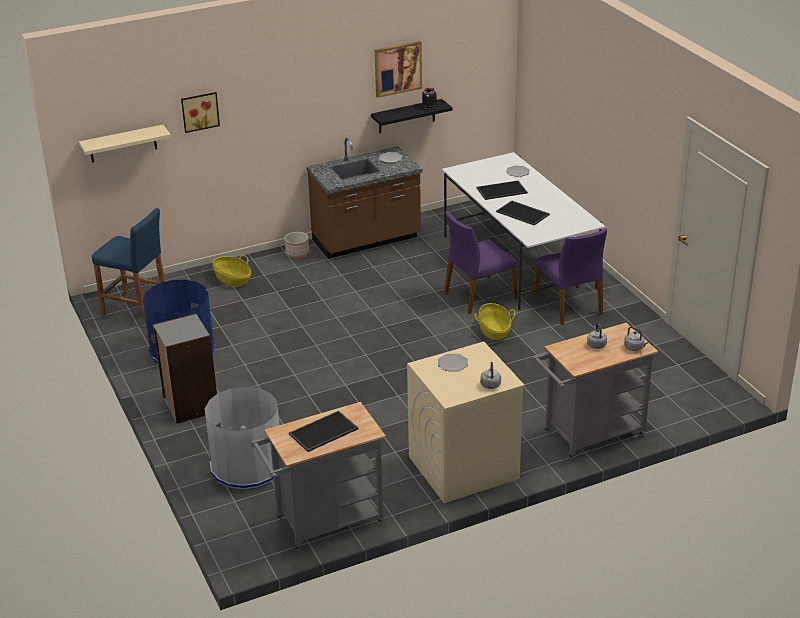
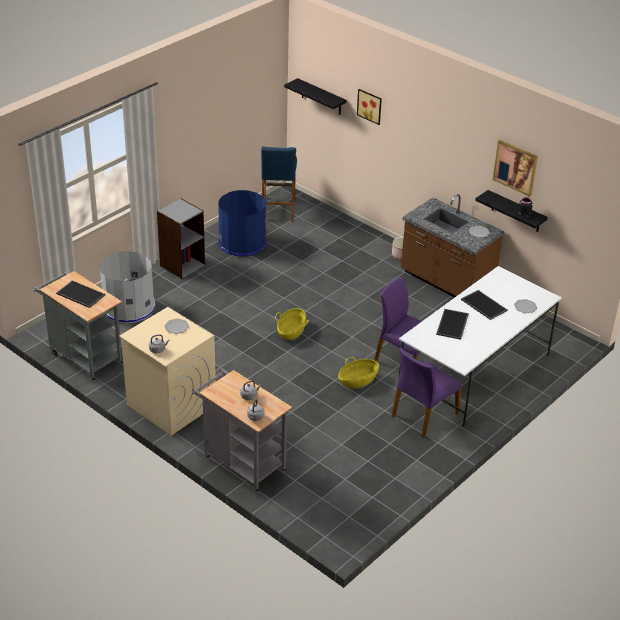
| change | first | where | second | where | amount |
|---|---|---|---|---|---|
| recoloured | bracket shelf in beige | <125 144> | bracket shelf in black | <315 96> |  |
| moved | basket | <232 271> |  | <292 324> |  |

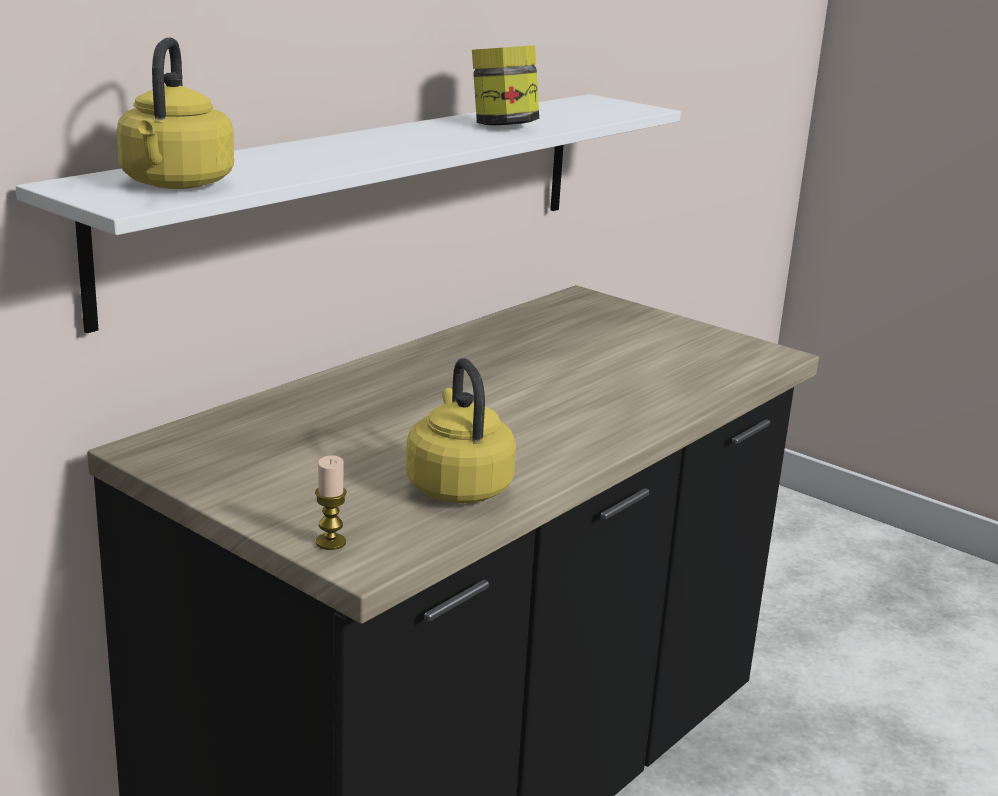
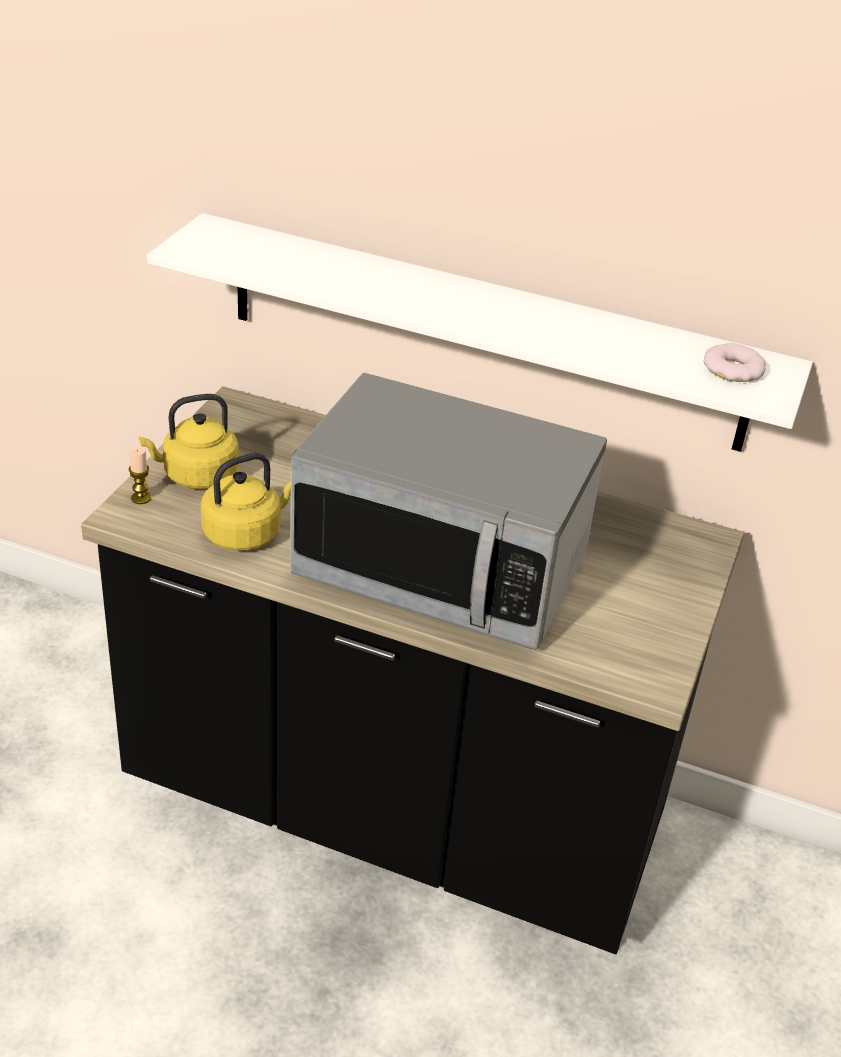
| change | first | where | second | where | amount |
|---|---|---|---|---|---|
| moved | tea kettle in yellowish | <175 113> |  | <189 441> |  |
| removed | jar | <505 85> |  |  |  |
| added |  |  | doughnut | <735 362> |  |
| added |  |  | kitchen microwave | <448 511> |  |

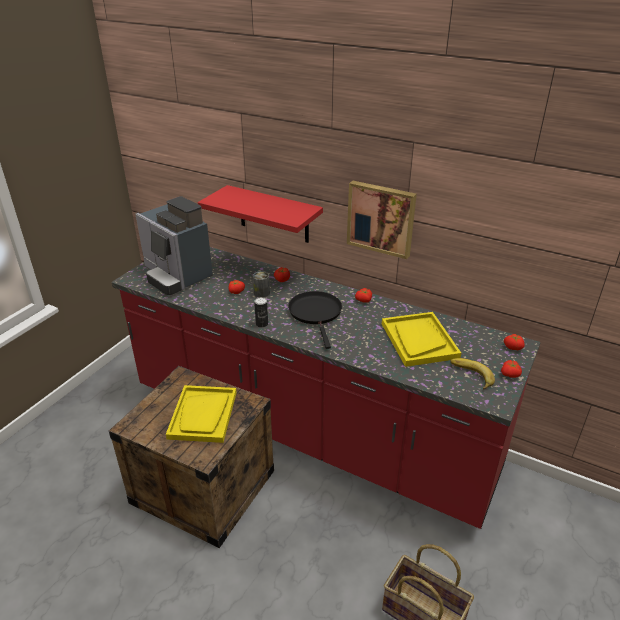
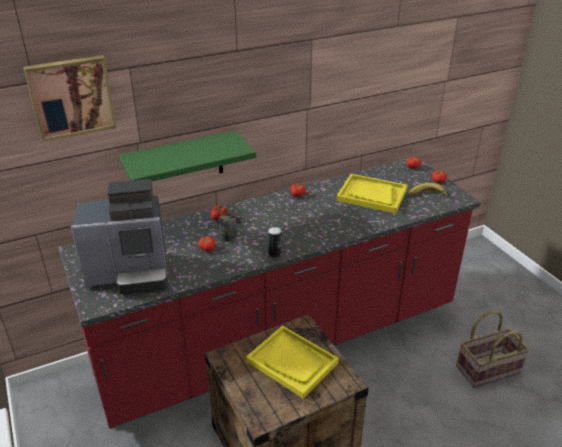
| change | first | where | second | where | amount |
|---|---|---|---|---|---|
| moved | wall picture | <382 220> |  | <70 98> |  |
| recoloured | bracket shelf in red | <260 214> | bracket shelf in greenish | <187 156> |  |
| removed | frying pan in black | <315 320> |  |  |  |

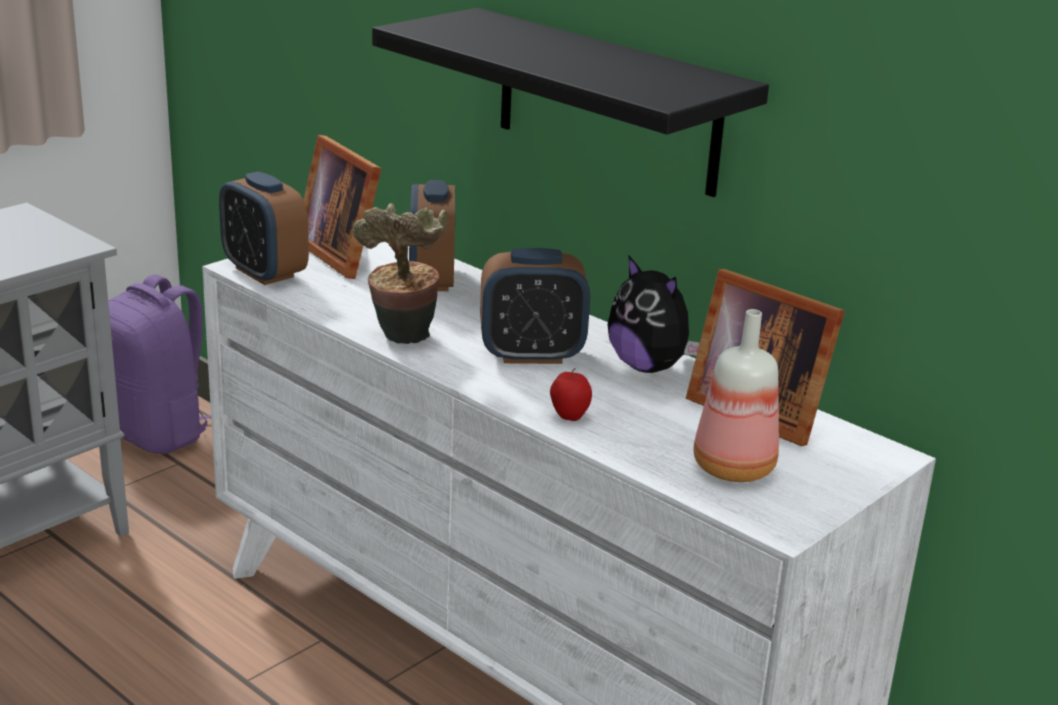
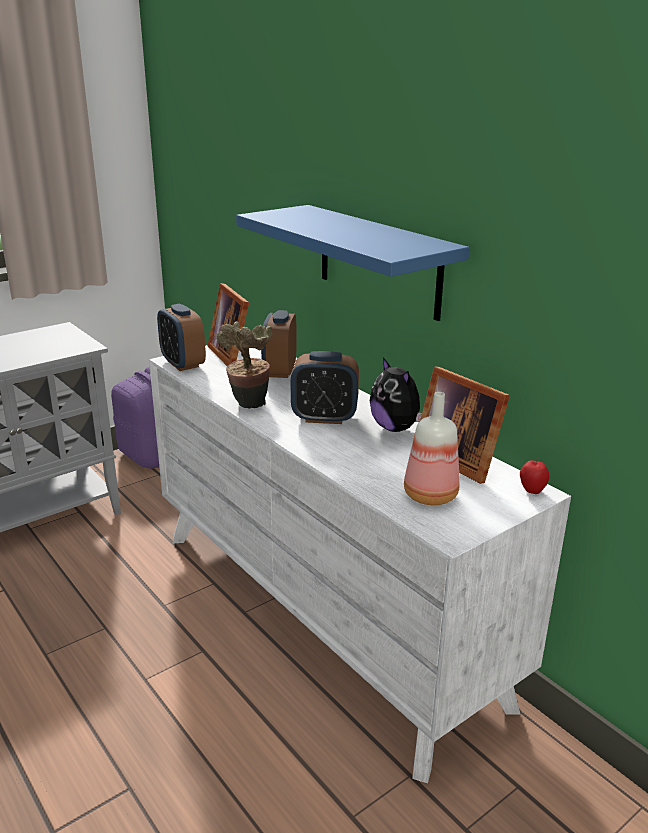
| change | first | where | second | where | amount |
|---|---|---|---|---|---|
| recoloured | bracket shelf in black | <570 102> | bracket shelf in blue-coloured | <353 263> |  |
| moved | apple | <571 394> |  | <535 476> |  |

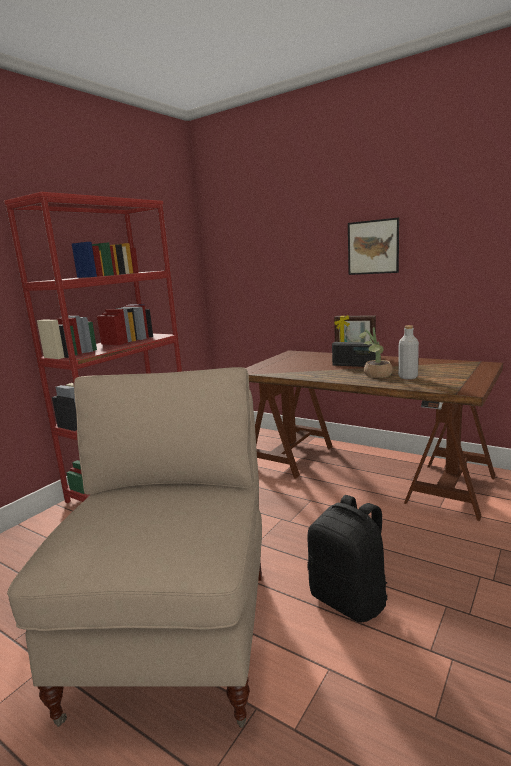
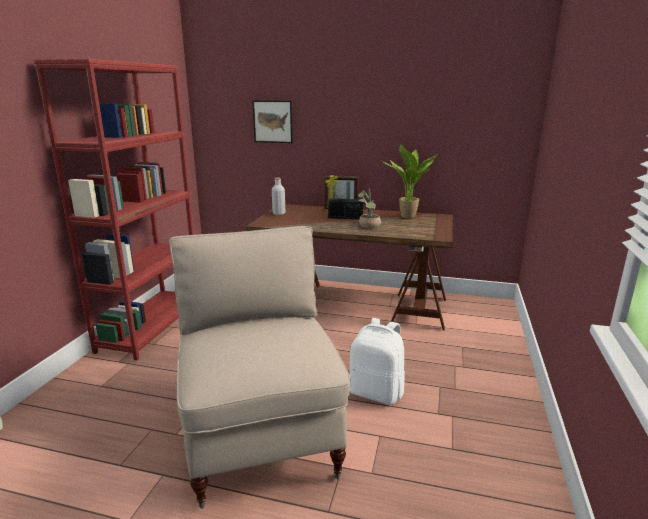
| change | first | where | second | where | amount |
|---|---|---|---|---|---|
| moved | wall picture | <373 246> |  | <272 121> |  |
| moved | drink bottle in greyish | <408 352> |  | <278 196> |  |
| recoloured | knapsack in black | <347 558> | knapsack in white | <377 361> |  |
| added |  |  | plant in a pot | <410 182> |  |

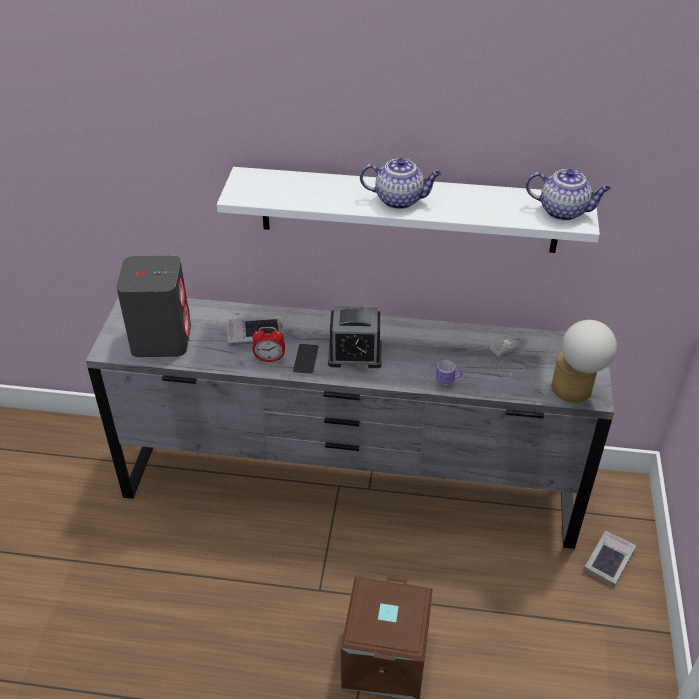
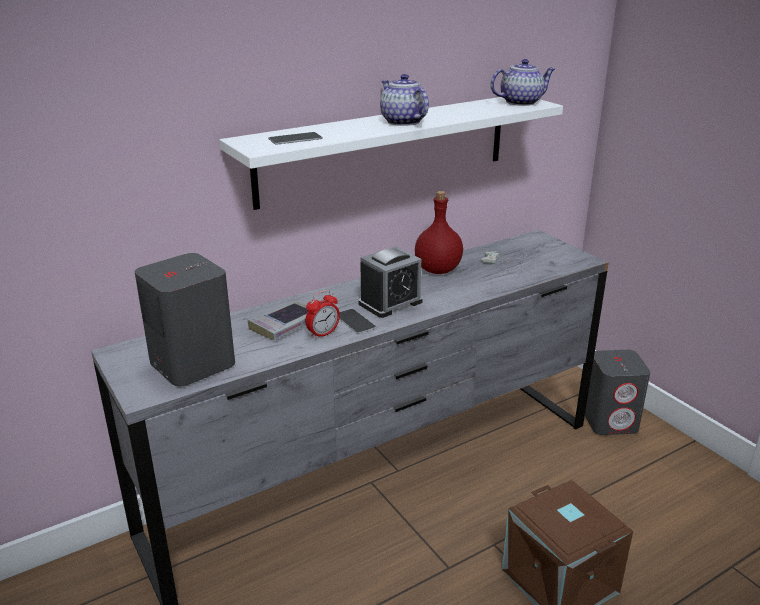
| change | first | where | second | where | amount |
|---|---|---|---|---|---|
| turned | pot for tea | <400 183> |  | <404 100> | 90 degrees counterclockwise |
| removed | tabletop lamp | <584 361> |  |  |  |
| removed | tea mug | <456 372> |  |  |  |
| replaced | bound book | <609 559> | audio speaker in greyish | <617 392> |  |
| added |  |  | telephone | <295 138> |  |
| added |  |  | drink bottle in red | <439 232> |  |

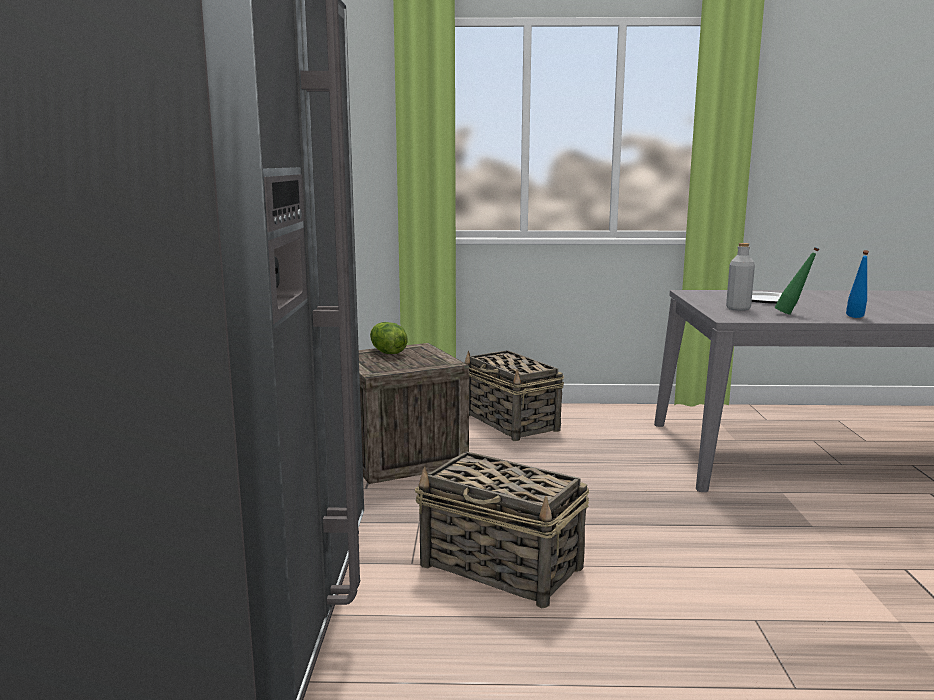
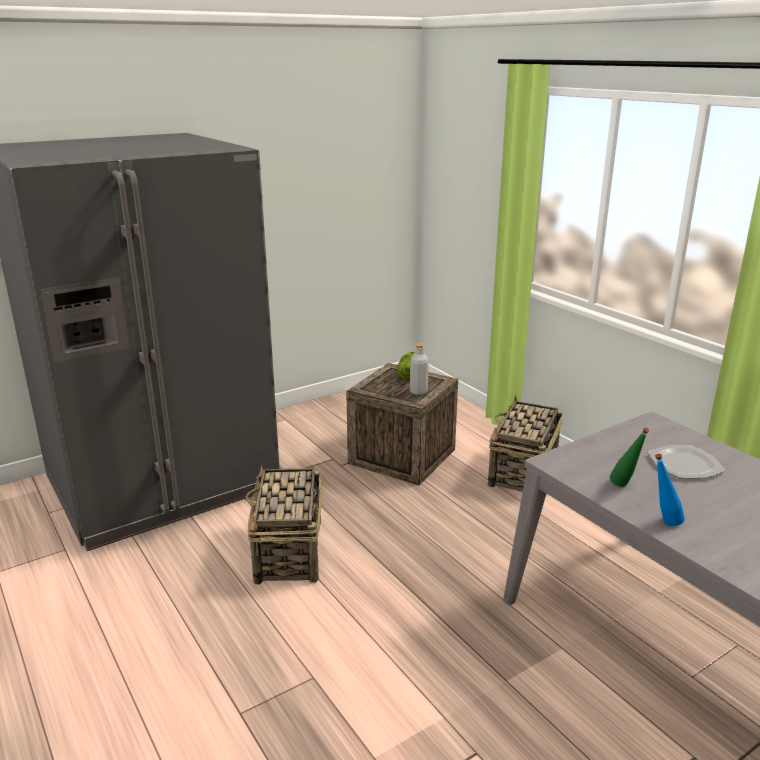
| change | first | where | second | where | amount |
|---|---|---|---|---|---|
| moved | drink bottle in greyish | <740 277> |  | <419 369> |  |

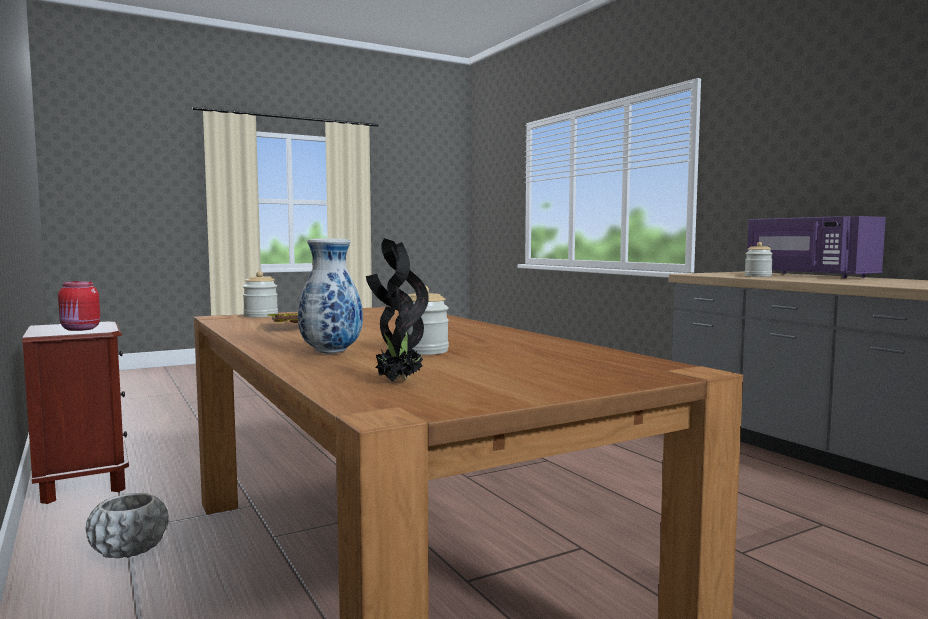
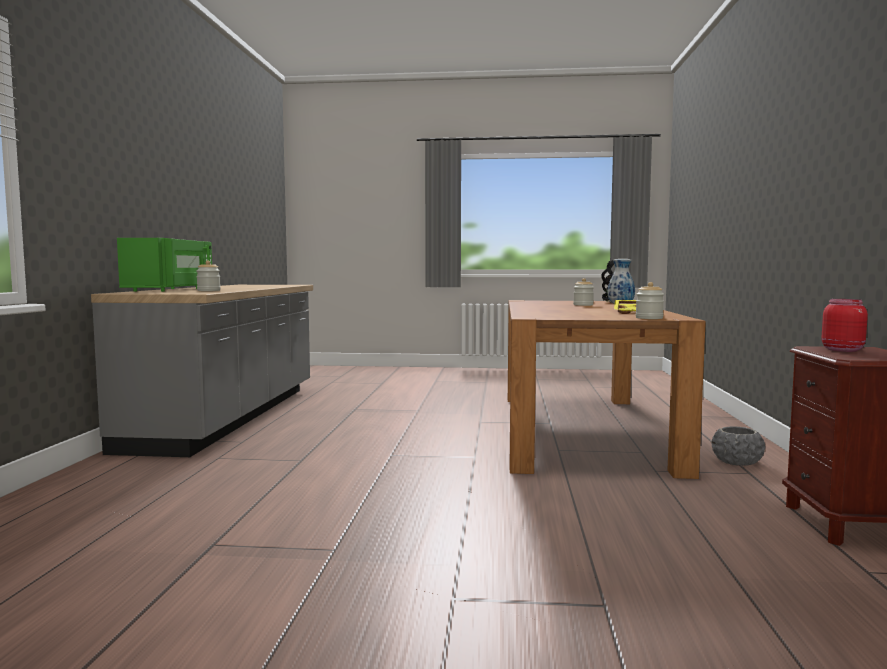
| change | first | where | second | where | amount |
|---|---|---|---|---|---|
| recoloured | kitchen microwave in purple-coloured | <816 247> | kitchen microwave in greenish | <164 265> |  |

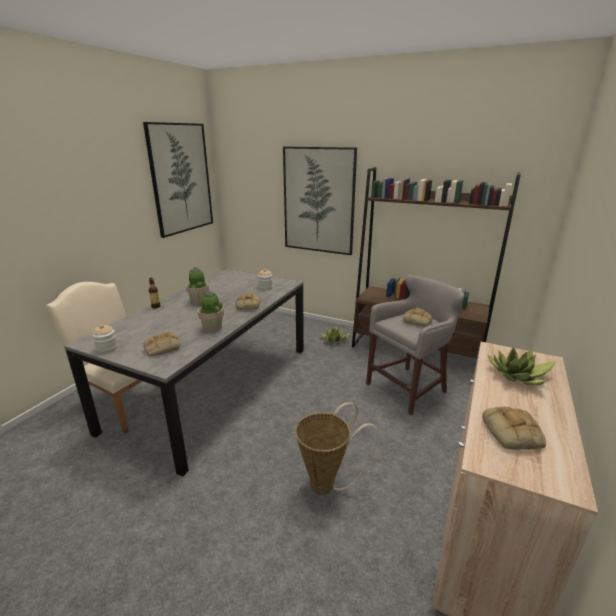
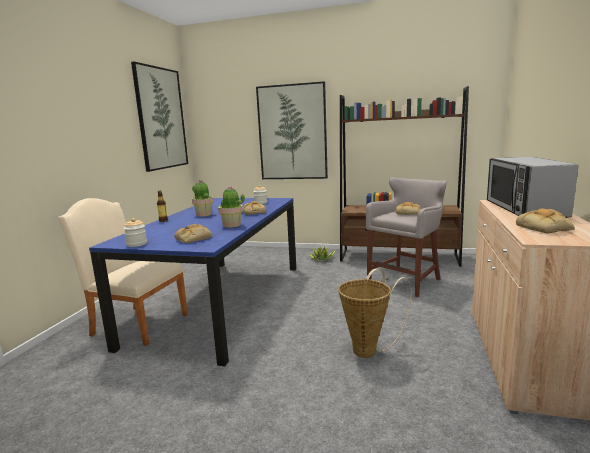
| change | first | where | second | where | amount |
|---|---|---|---|---|---|
| recoloured | kitchen table in greyish | <184 373> | kitchen table in blue-coloured | <192 282> |  |
| replaced | plant in a pot | <522 365> | kitchen microwave | <533 187> |  |

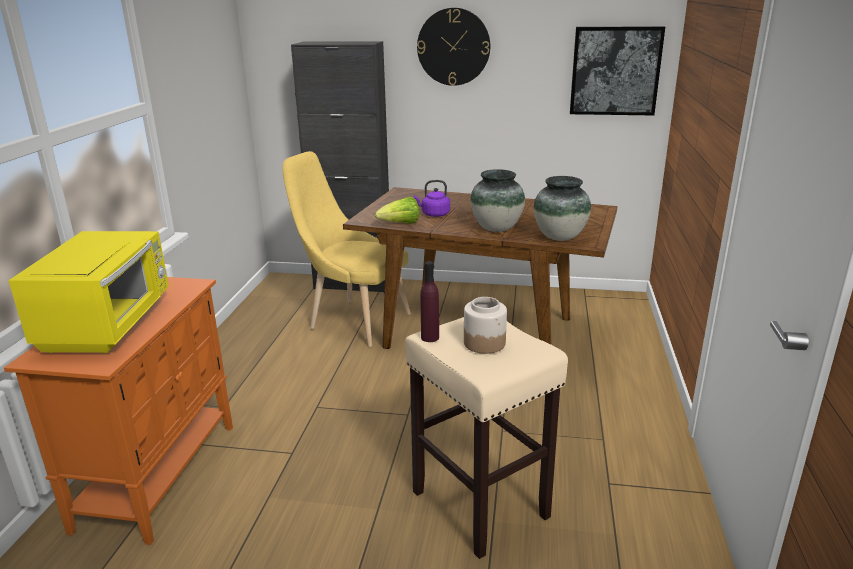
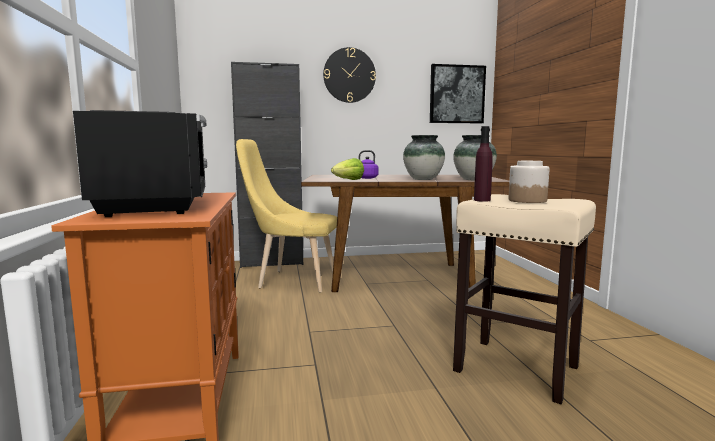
| change | first | where | second | where | amount |
|---|---|---|---|---|---|
| recoloured | kitchen microwave in yellowish | <88 292> | kitchen microwave in black | <140 163> |  |

